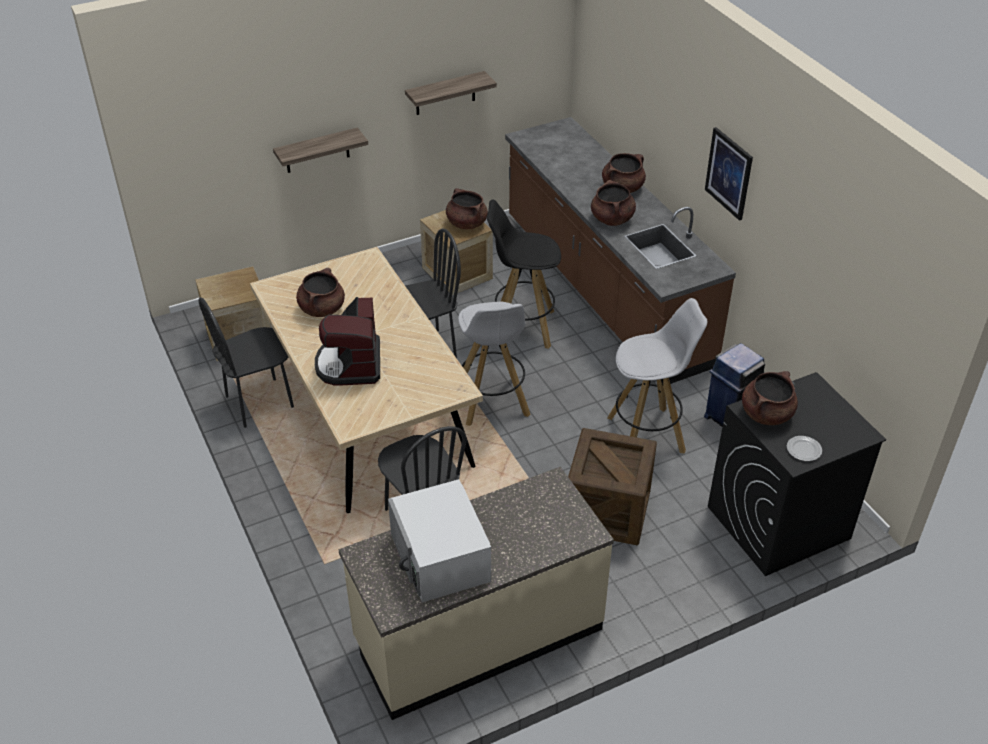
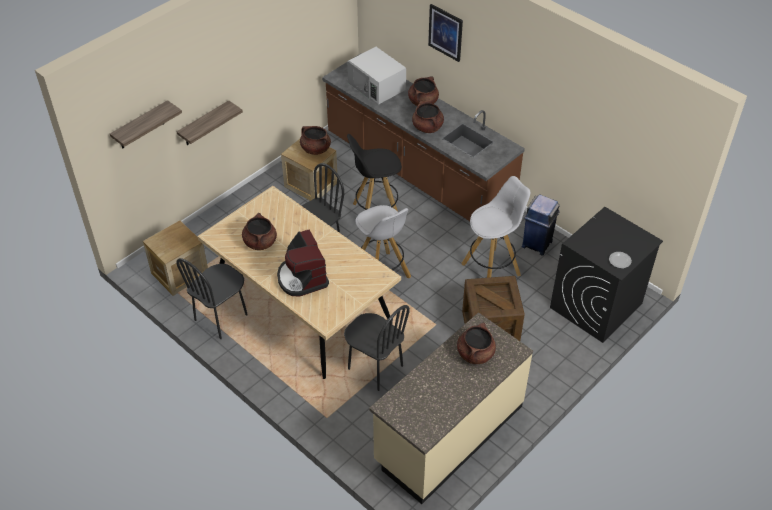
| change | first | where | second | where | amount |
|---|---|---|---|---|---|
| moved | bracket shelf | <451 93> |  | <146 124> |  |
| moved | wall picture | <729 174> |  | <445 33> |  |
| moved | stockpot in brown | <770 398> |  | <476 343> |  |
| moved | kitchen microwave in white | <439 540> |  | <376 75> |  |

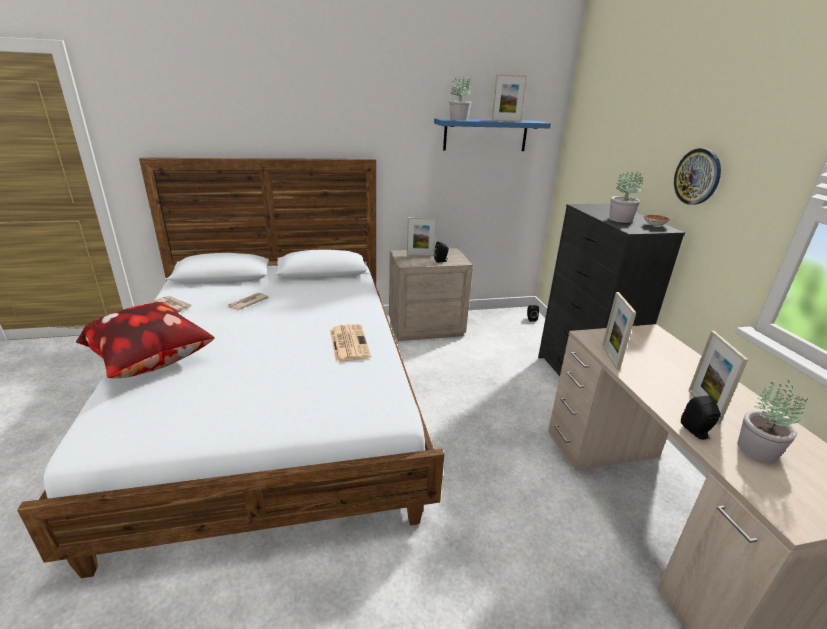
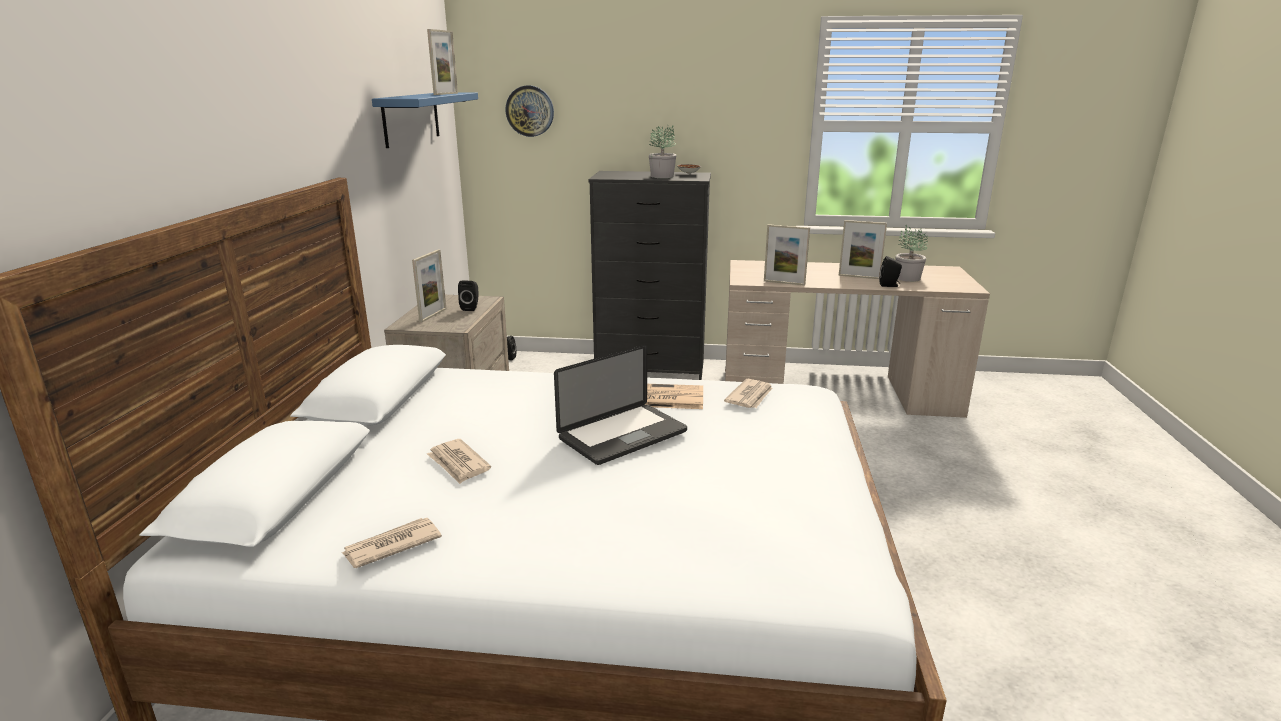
| change | first | where | second | where | amount |
|---|---|---|---|---|---|
| removed | plant in a pot | <460 99> |  |  |  |
| moved | wall clock | <697 176> |  | <530 111> |  |
| removed | cushion | <145 340> |  |  |  |
| added |  |  | portable computer | <620 405> |  |
| added |  |  | printed paper | <748 393> |  |

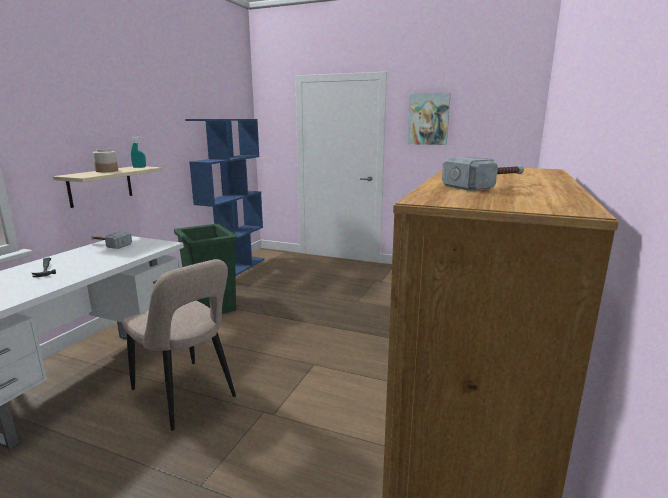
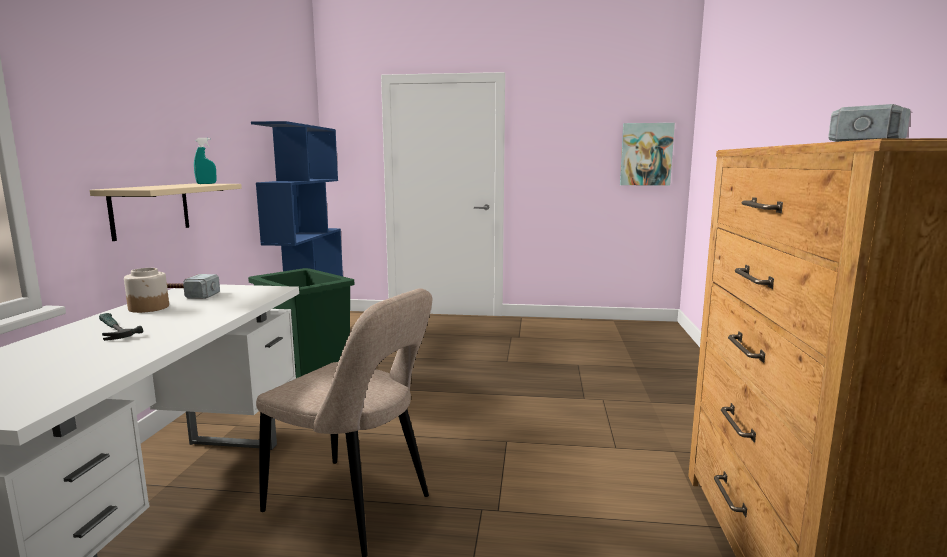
| change | first | where | second | where | amount |
|---|---|---|---|---|---|
| moved | wall picture | <429 119> |  | <647 154> |  |
| moved | jar | <105 160> |  | <146 290> |  |

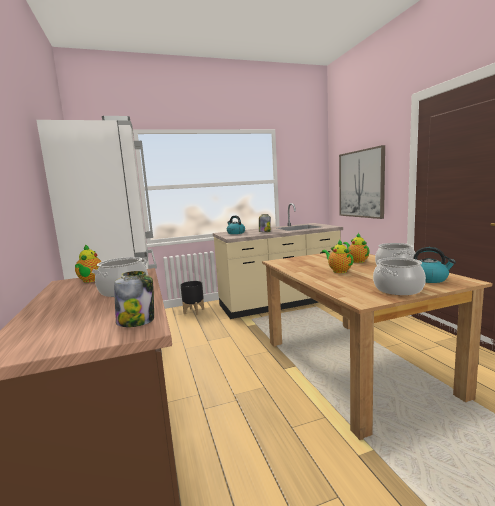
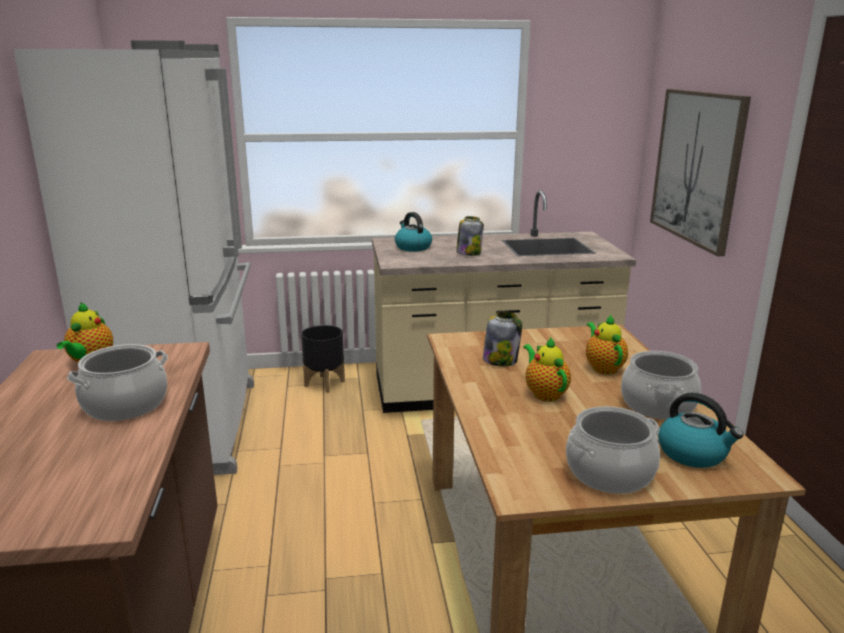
| change | first | where | second | where | amount |
|---|---|---|---|---|---|
| moved | jar | <134 299> |  | <502 339> |  |

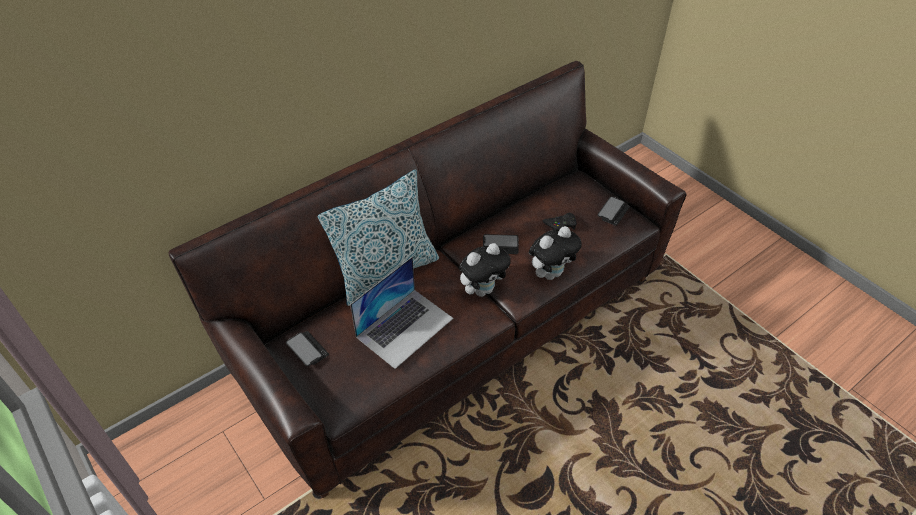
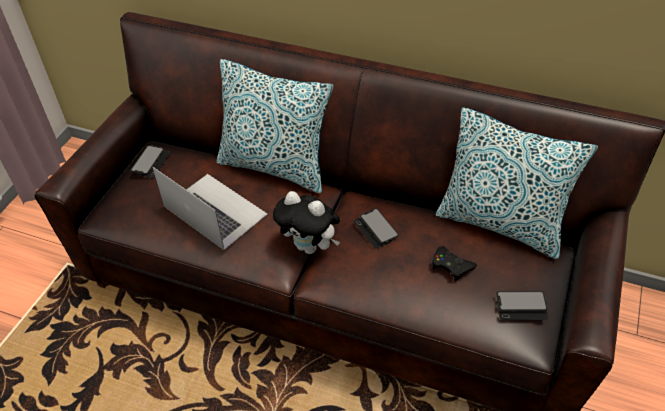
| change | first | where | second | where | amount |
|---|---|---|---|---|---|
| removed | plush toy | <555 253> |  |  |  |
| turned | portable computer | <401 313> |  | <210 208> | 150 degrees counterclockwise |
| added |  |  | cushion | <517 183> |  |

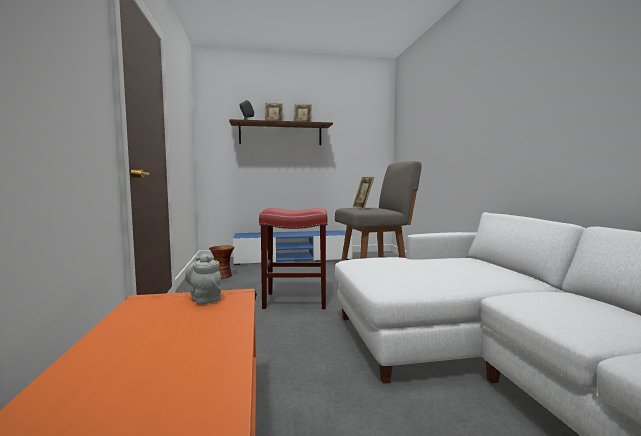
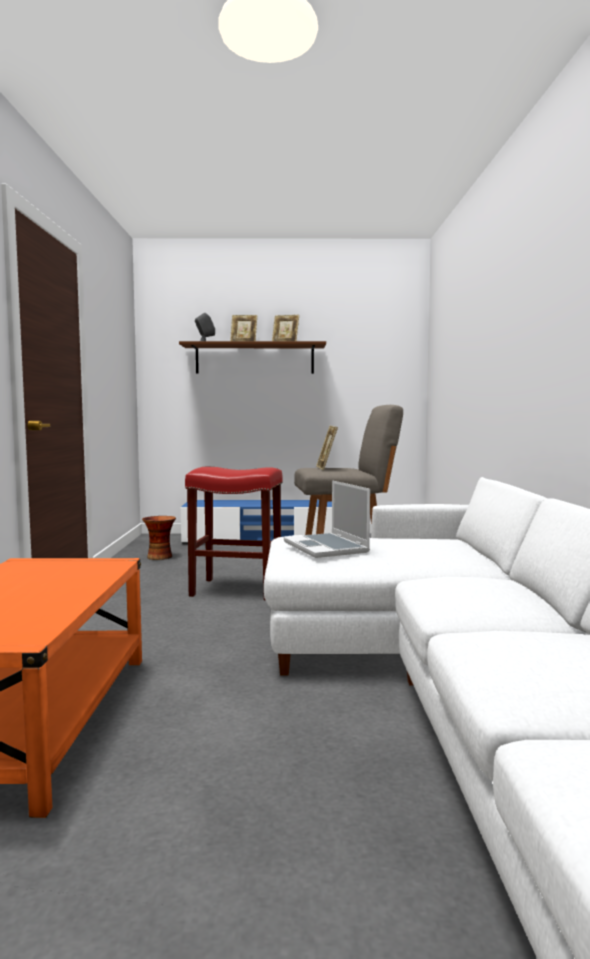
| change | first | where | second | where | amount |
|---|---|---|---|---|---|
| removed | pot for tea in greyish | <203 279> |  |  |  |
| added |  |  | portable computer | <327 519> |  |

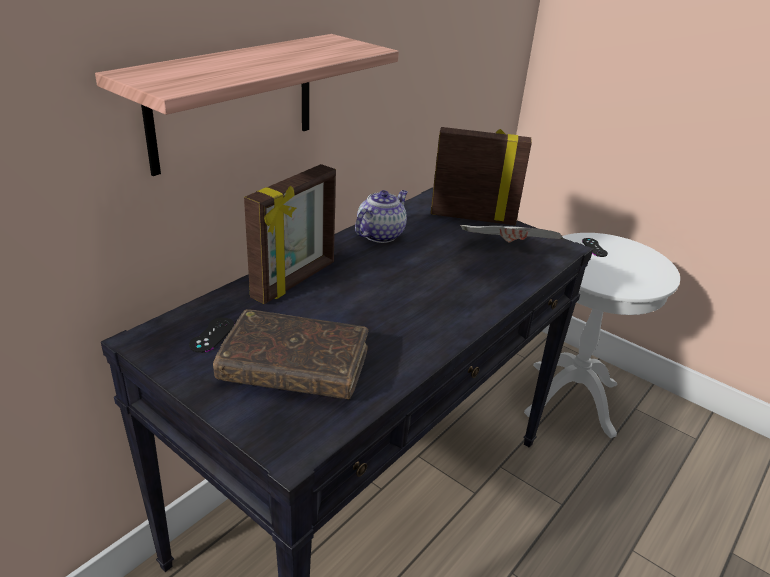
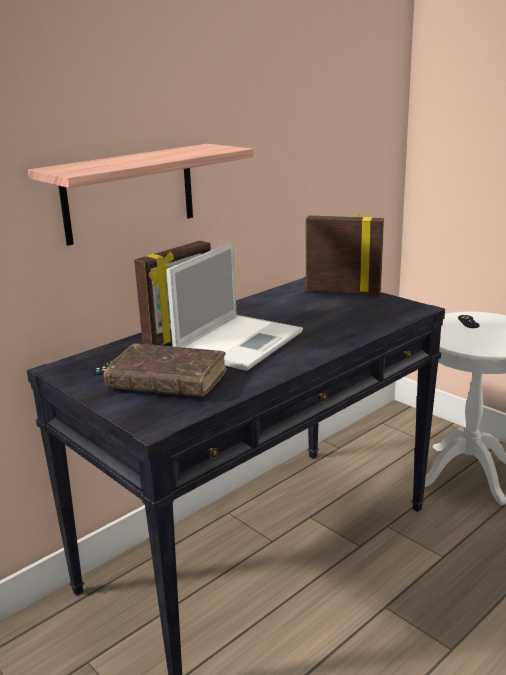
| change | first | where | second | where | amount |
|---|---|---|---|---|---|
| removed | pot for tea | <381 216> |  |  |  |
| removed | printed paper | <512 234> |  |  |  |
| added |  |  | portable computer | <234 306> |  |

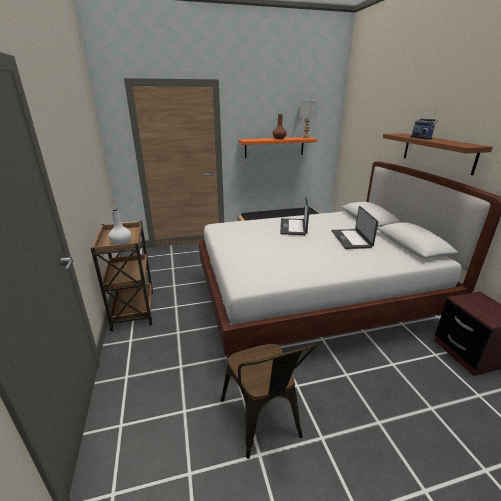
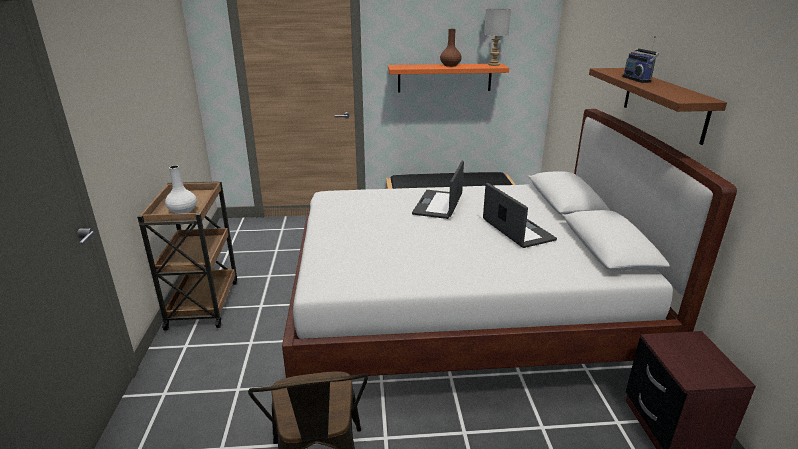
| change | first | where | second | where | amount |
|---|---|---|---|---|---|
| turned | portable computer | <355 227> |  | <520 215> | 150 degrees clockwise |

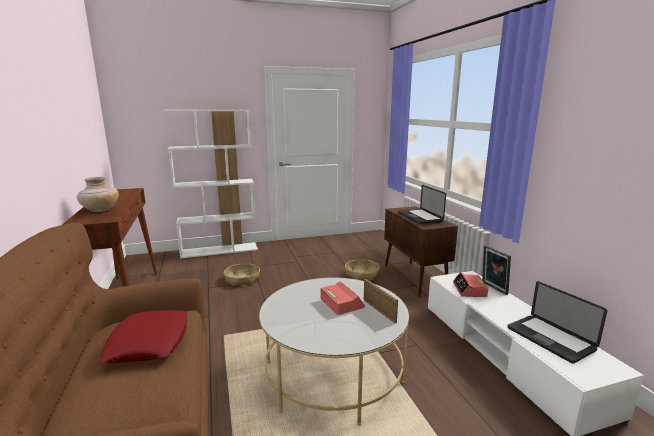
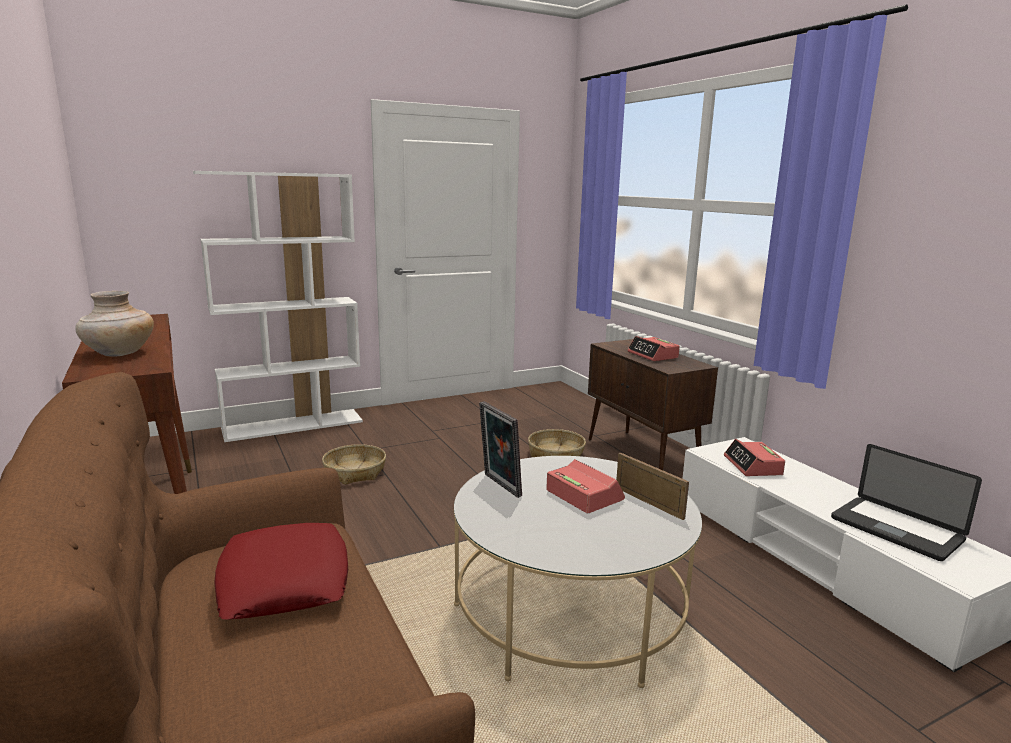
| change | first | where | second | where | amount |
|---|---|---|---|---|---|
| replaced | portable computer | <422 204> | table clock | <653 348> |  |
| moved | standing frame | <496 270> |  | <500 449> |  |

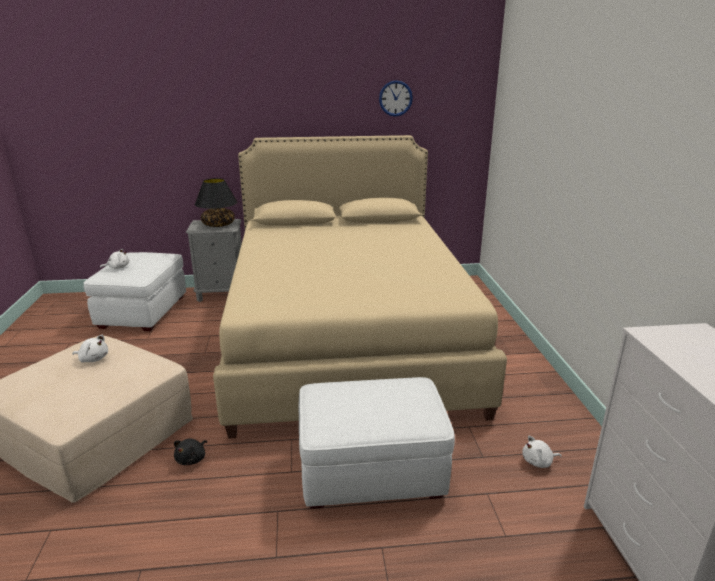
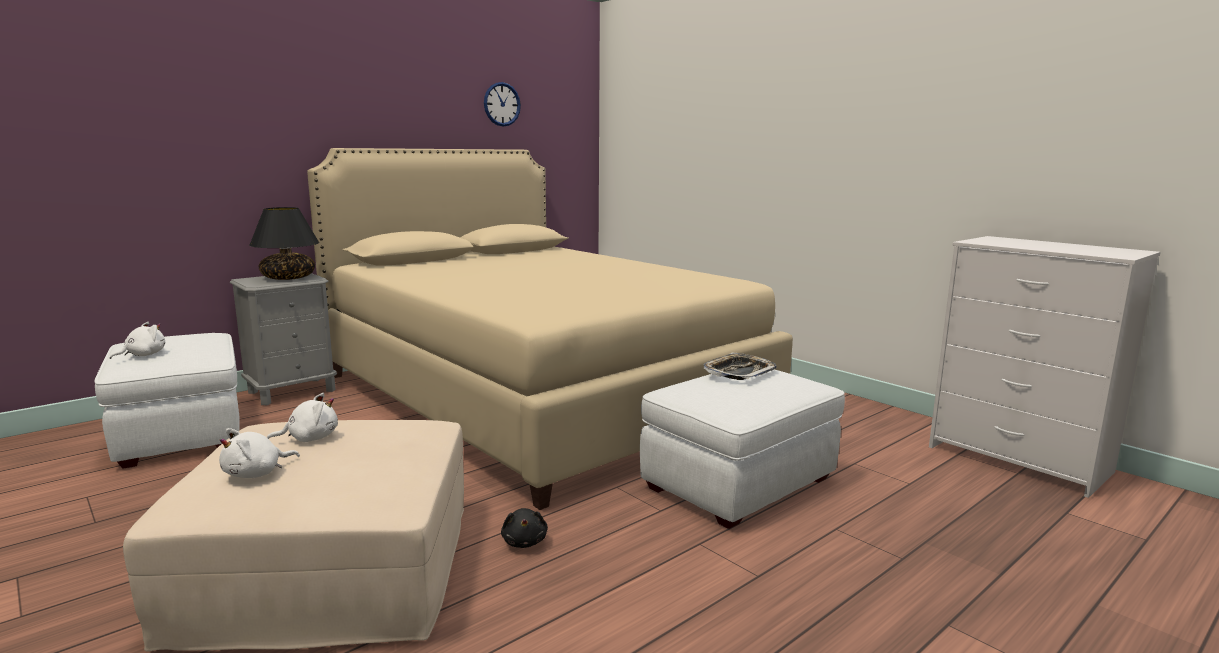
| change | first | where | second | where | amount |
|---|---|---|---|---|---|
| moved | plush toy in white | <542 452> |  | <259 453> |  |
| added |  |  | carrying tray | <740 366> |  |

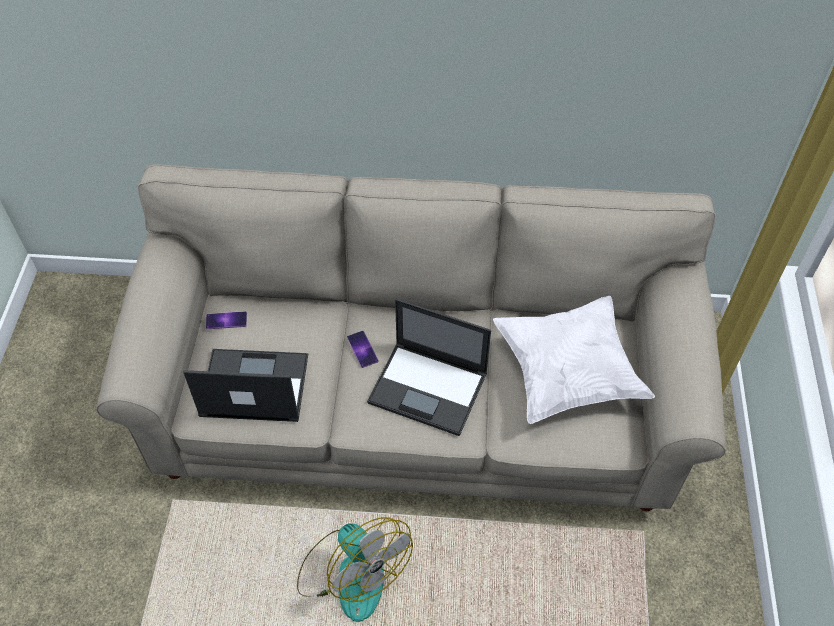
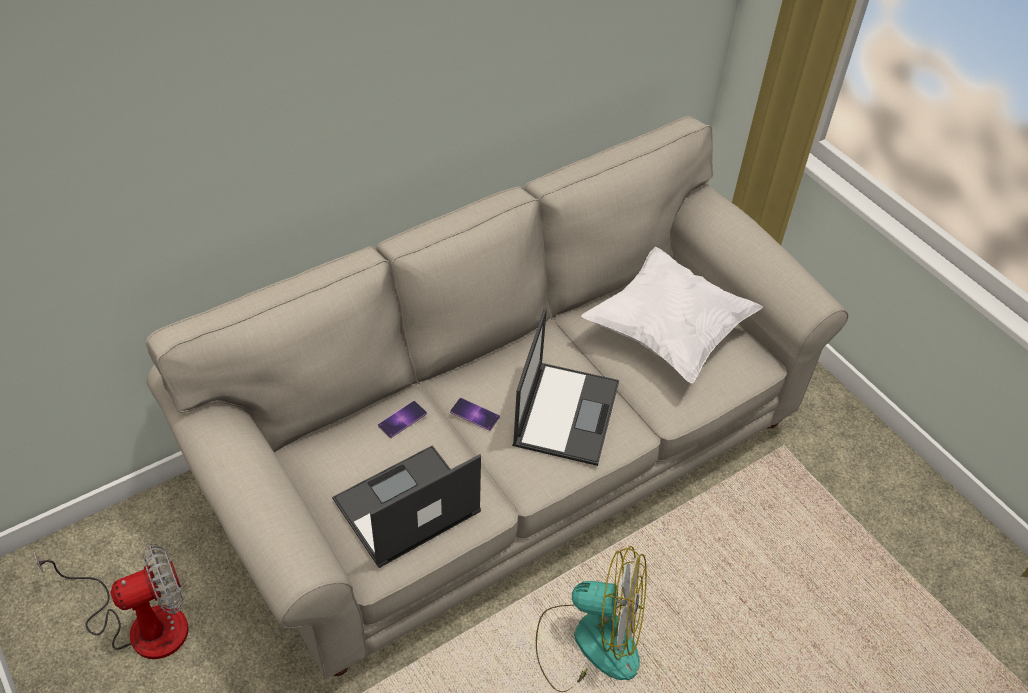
| change | first | where | second | where | amount |
|---|---|---|---|---|---|
| turned | portable computer | <429 367> |  | <565 387> | 60 degrees counterclockwise |
| moved | telephone | <226 320> |  | <402 419> |  |
| added |  |  | electric fan | <111 601> |  |

